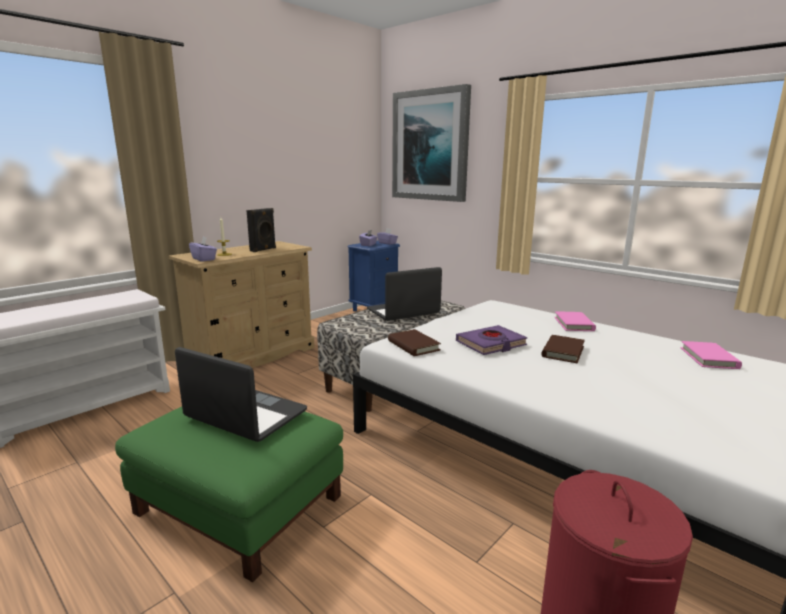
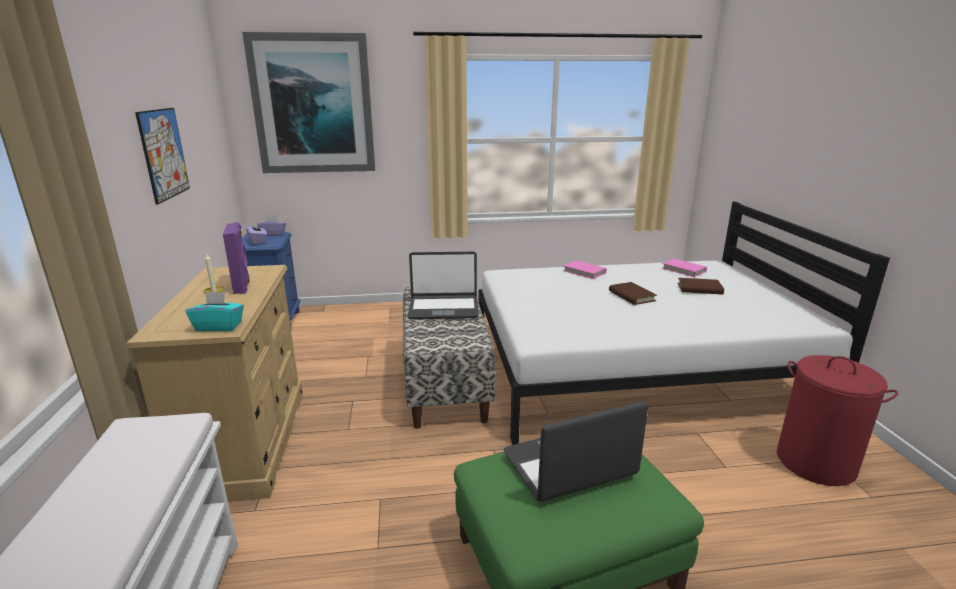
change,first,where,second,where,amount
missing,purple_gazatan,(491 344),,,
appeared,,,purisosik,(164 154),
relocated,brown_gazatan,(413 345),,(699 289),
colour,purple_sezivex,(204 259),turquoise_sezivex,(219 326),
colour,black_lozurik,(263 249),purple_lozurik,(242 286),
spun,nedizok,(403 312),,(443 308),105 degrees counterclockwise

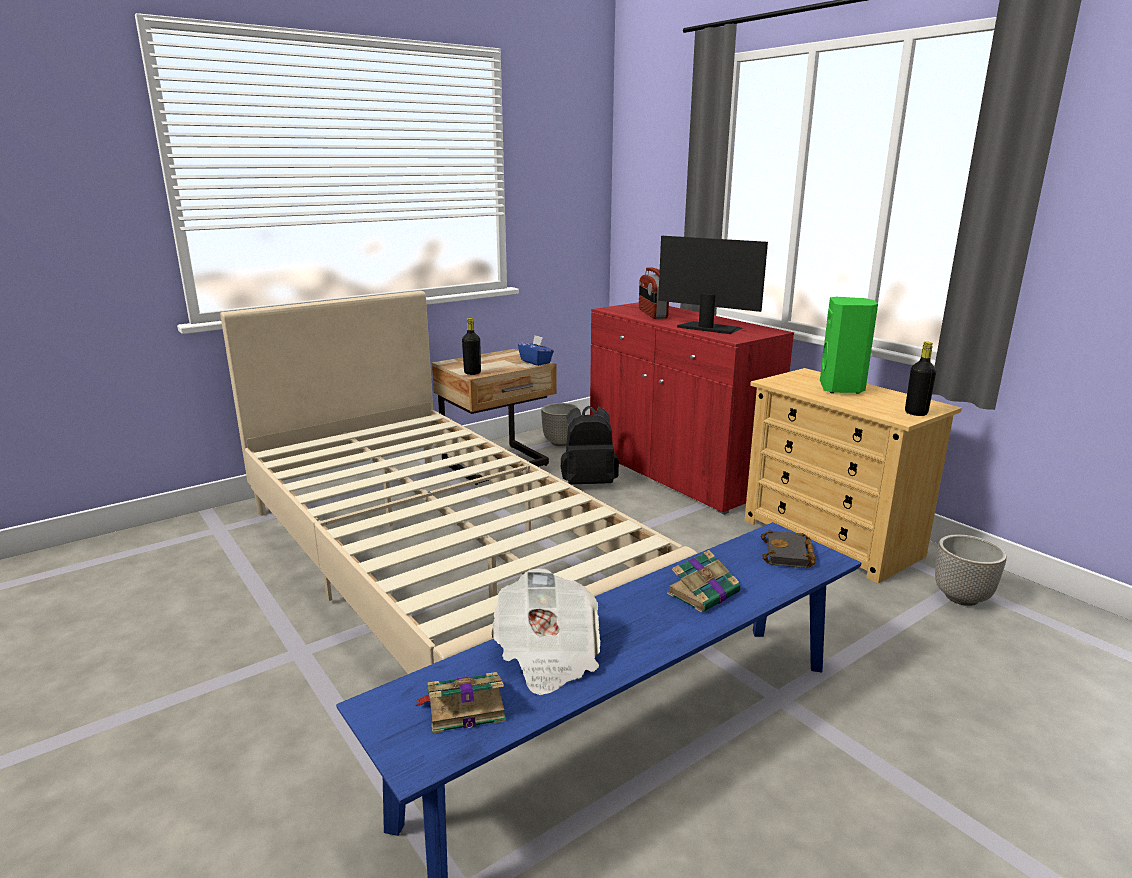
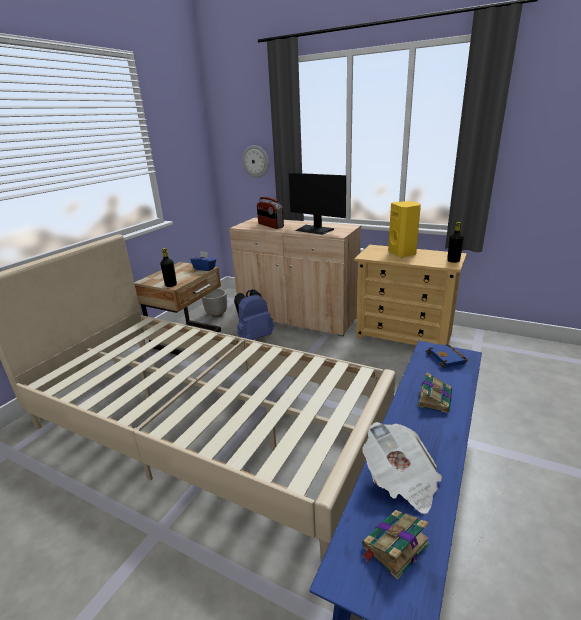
change,first,where,second,where,amount
missing,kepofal,(962 598),,,
appeared,,,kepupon,(256 161),
colour,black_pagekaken,(588 483),blue_pagekaken,(254 337),
colour,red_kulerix,(676 472),beige_kulerix,(297 317),
colour,black_gazatan,(789 555),blue_gazatan,(447 359),
colour,green_lozurik,(842 388),yellow_lozurik,(403 253),
spun,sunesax,(709 328),,(314 230),150 degrees counterclockwise

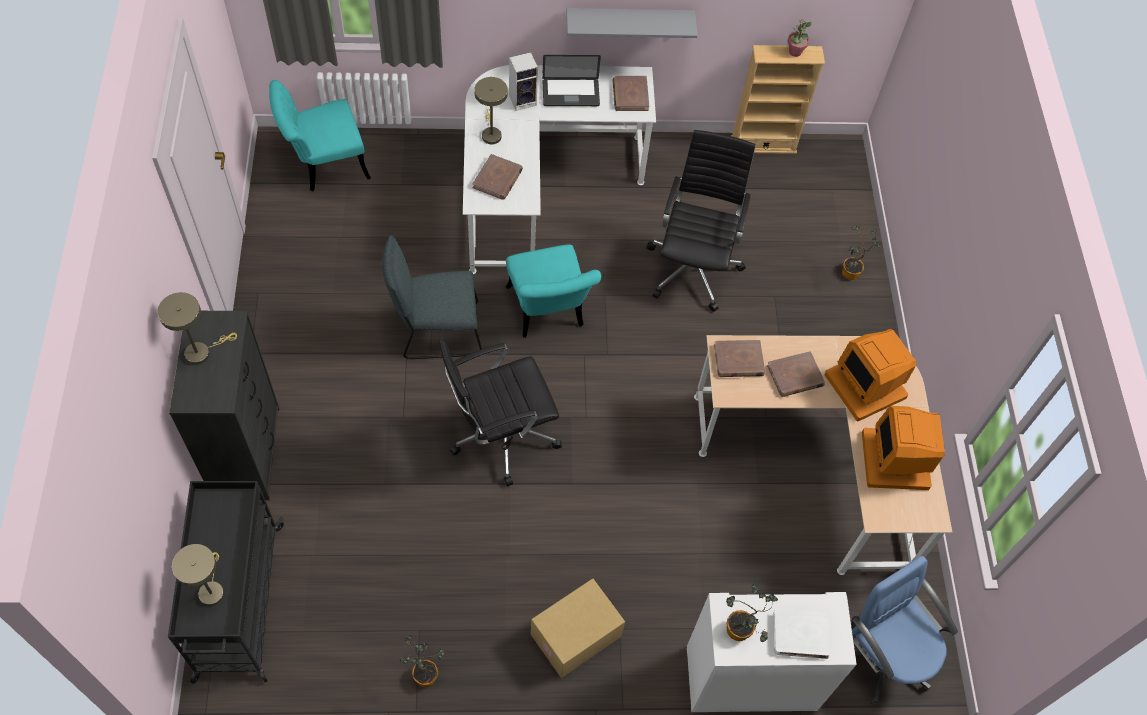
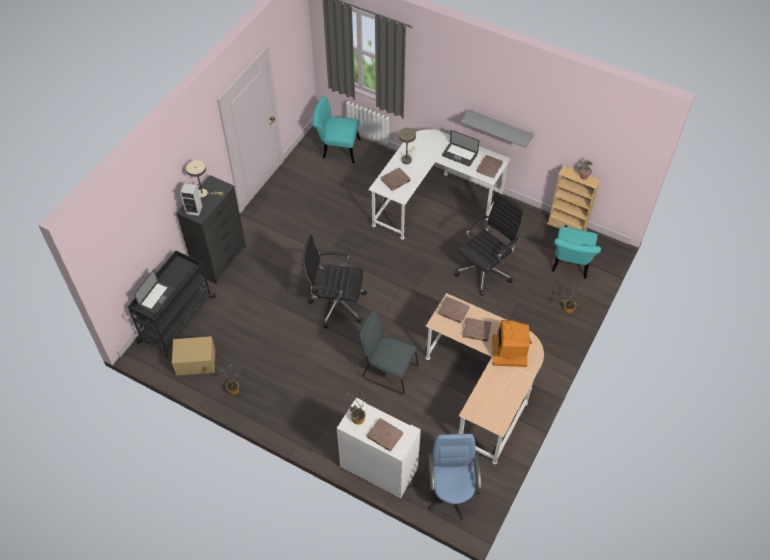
change,first,where,second,where,amount
missing,sunesax,(897 460),,,
relocated,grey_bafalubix,(436 332),,(387 371),
relocated,turquoise_bafalubix,(548 314),,(570 265),
relocated,lozurik,(523 100),,(195 210),
relocated,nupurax,(576 636),,(195 362),
exchanged,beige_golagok,(211 589),nedizok,(157 298),
colour,white_gazatan,(800 635),brown_gazatan,(384 435),

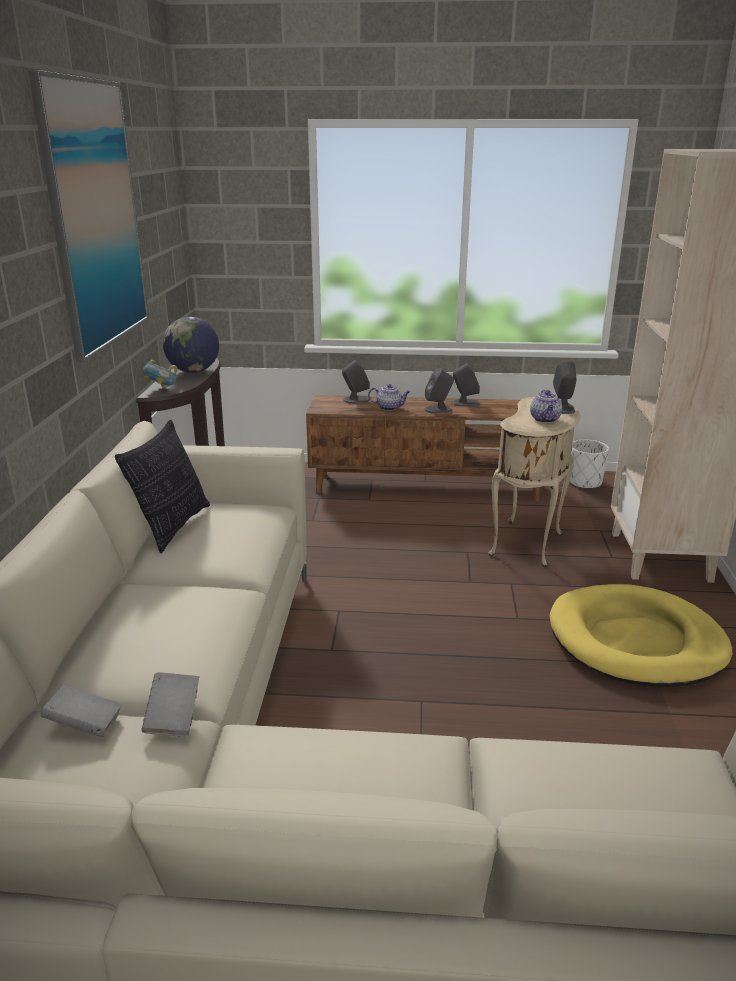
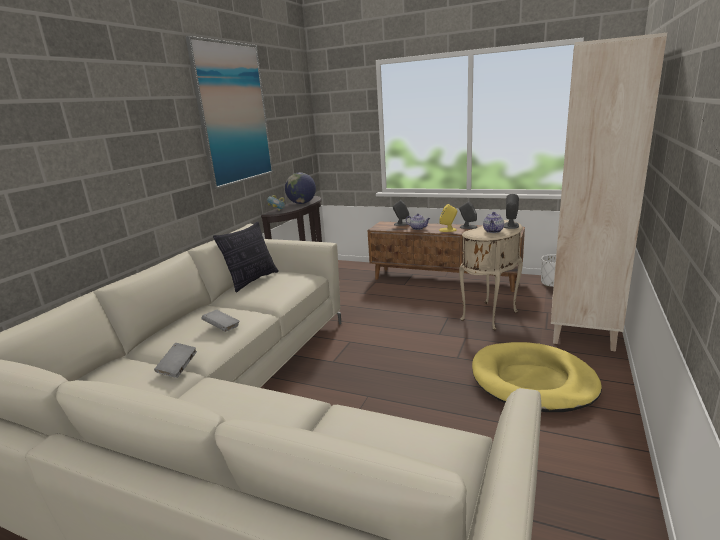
change,first,where,second,where,amount
relocated,grey_gazatan,(85 725),,(222 328),
colour,grey_lozurik,(438 409),yellow_lozurik,(448 230),

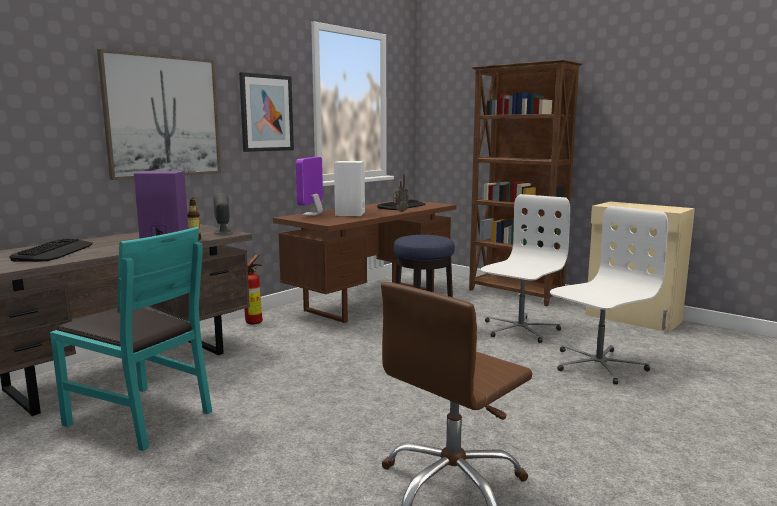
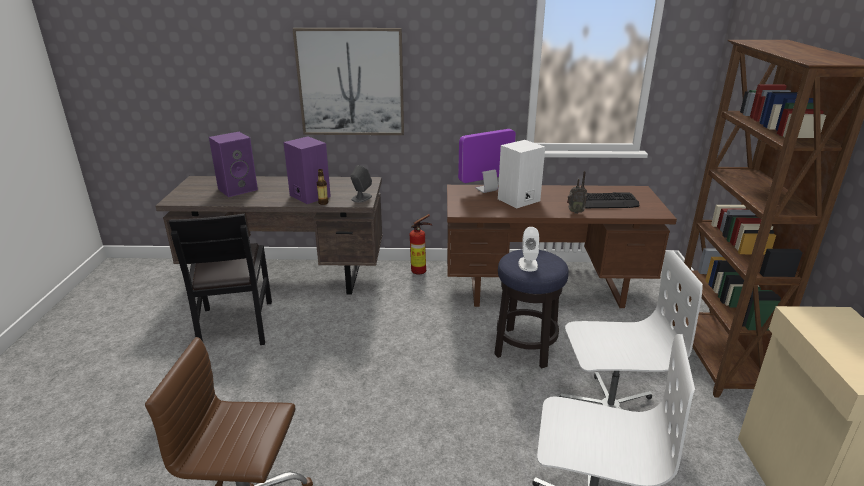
change,first,where,second,where,amount
missing,purisosik,(266 113),,,
appeared,,,white_lozurik,(528 264),
exchanged,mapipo,(54 252),purple_lozurik,(238 189),
colour,turquoise_bafalubix,(140 417),black_bafalubix,(235 325),

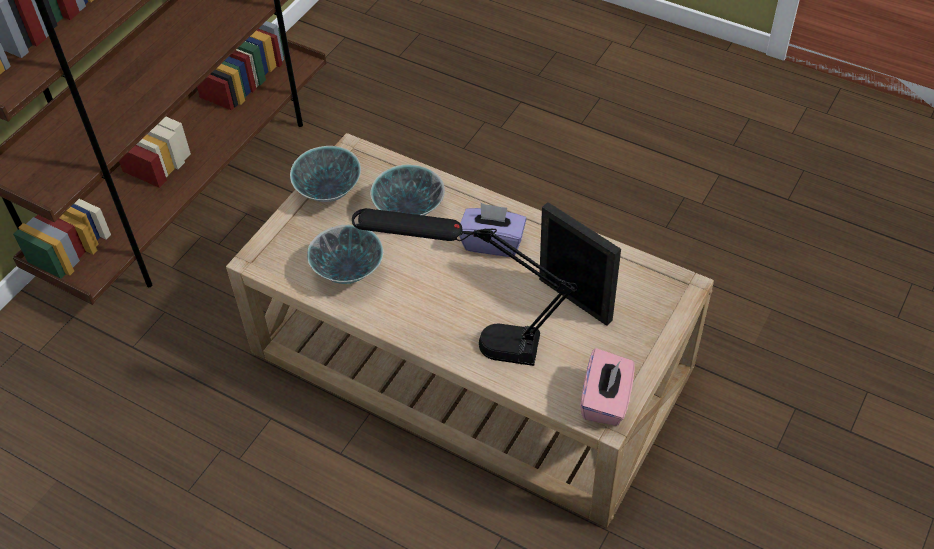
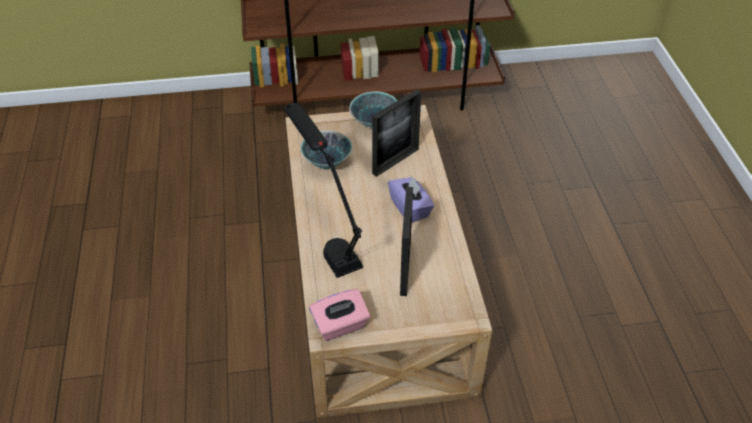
change,first,where,second,where,amount
exchanged,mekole,(408 211),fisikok,(395 161),

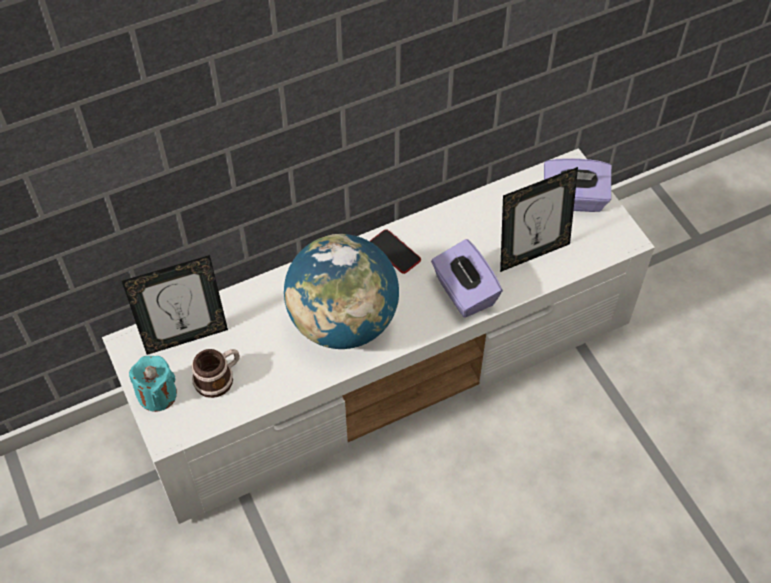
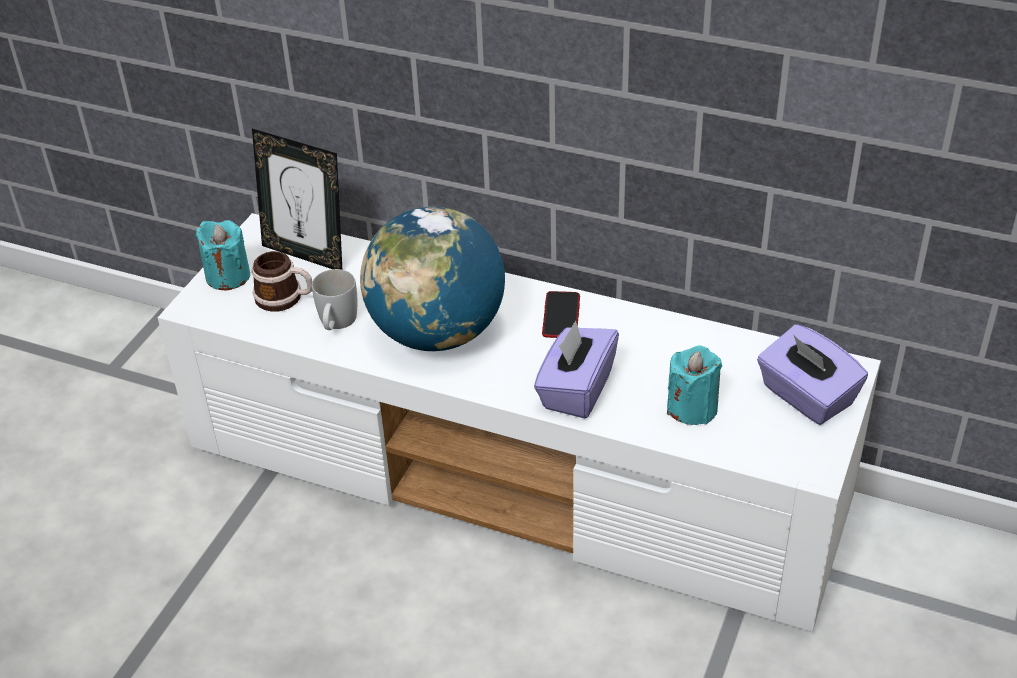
change,first,where,second,where,amount
appeared,,,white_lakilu,(336 323),
exchanged,fisikok,(532 253),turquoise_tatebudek,(692 408),

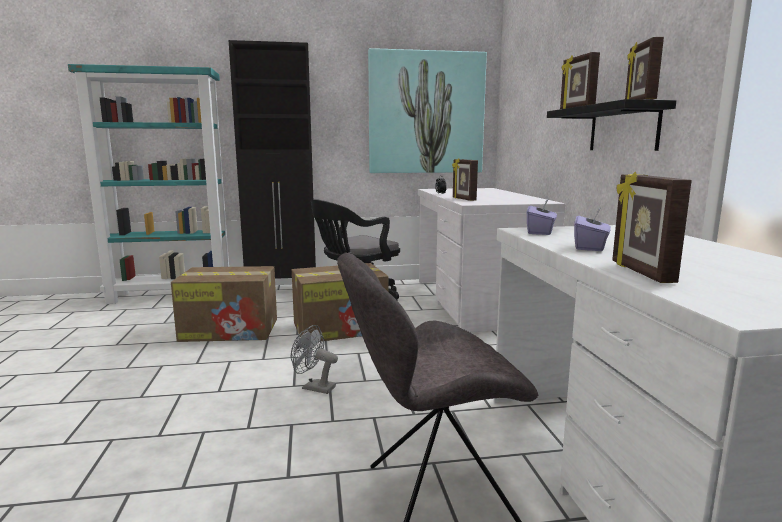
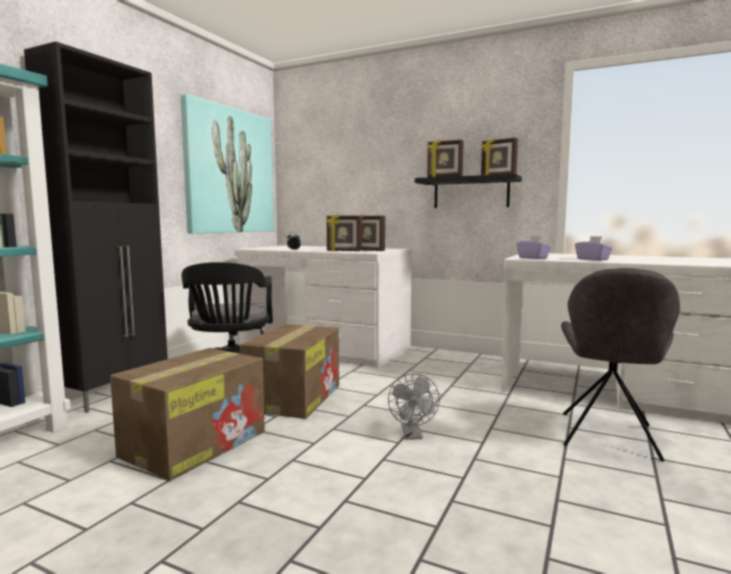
change,first,where,second,where,amount
relocated,fisikok,(640 272),,(368 251),
spun,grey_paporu,(314 387),,(413 435),60 degrees counterclockwise

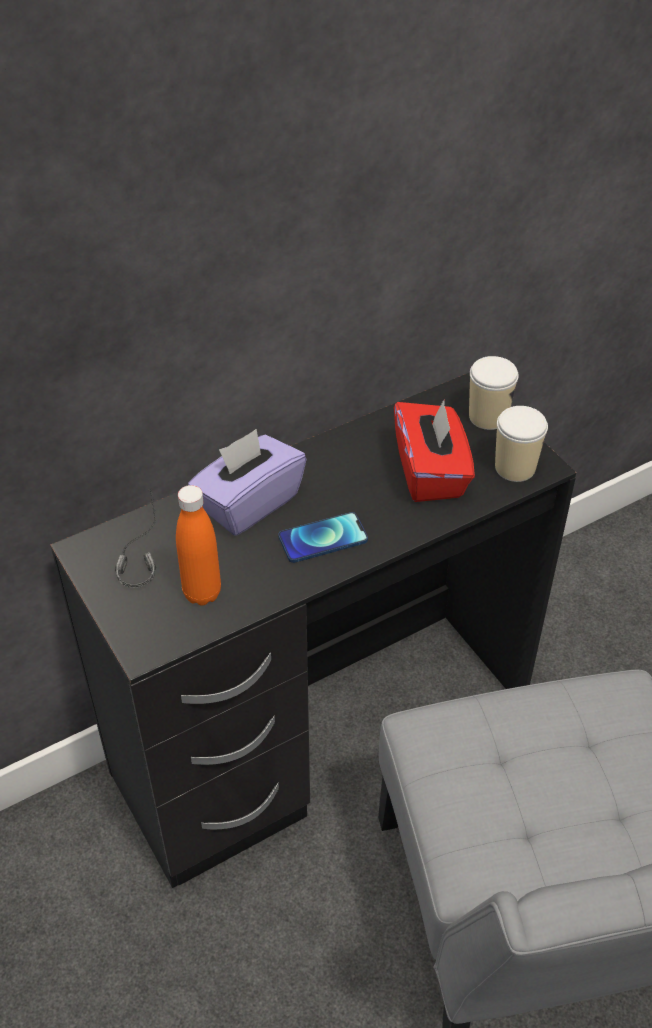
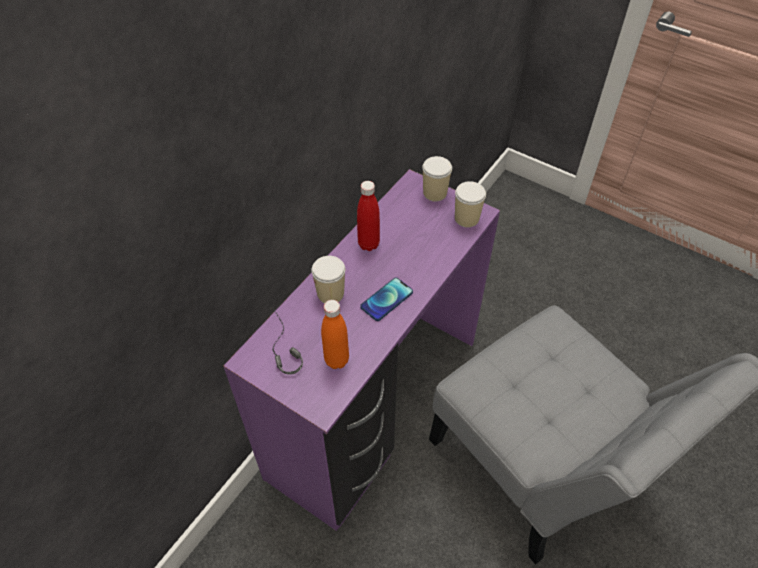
change,first,where,second,where,amount
missing,red_sezivex,(431 472),,,
appeared,,,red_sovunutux,(368 244),
exchanged,purple_sezivex,(248 503),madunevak,(330 293),
colour,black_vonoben,(325 740),purple_vonoben,(377 408),

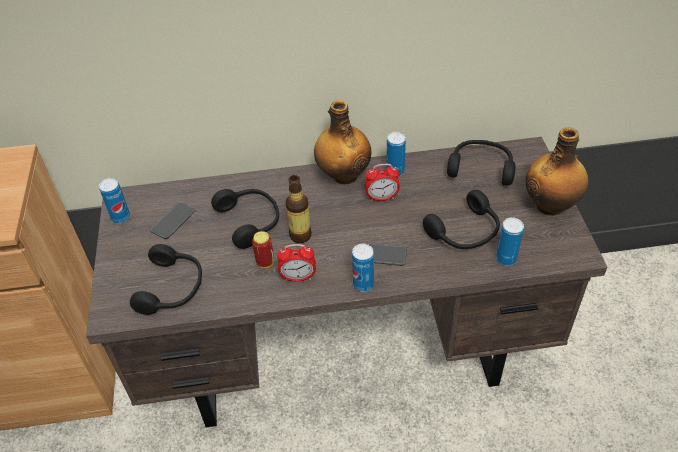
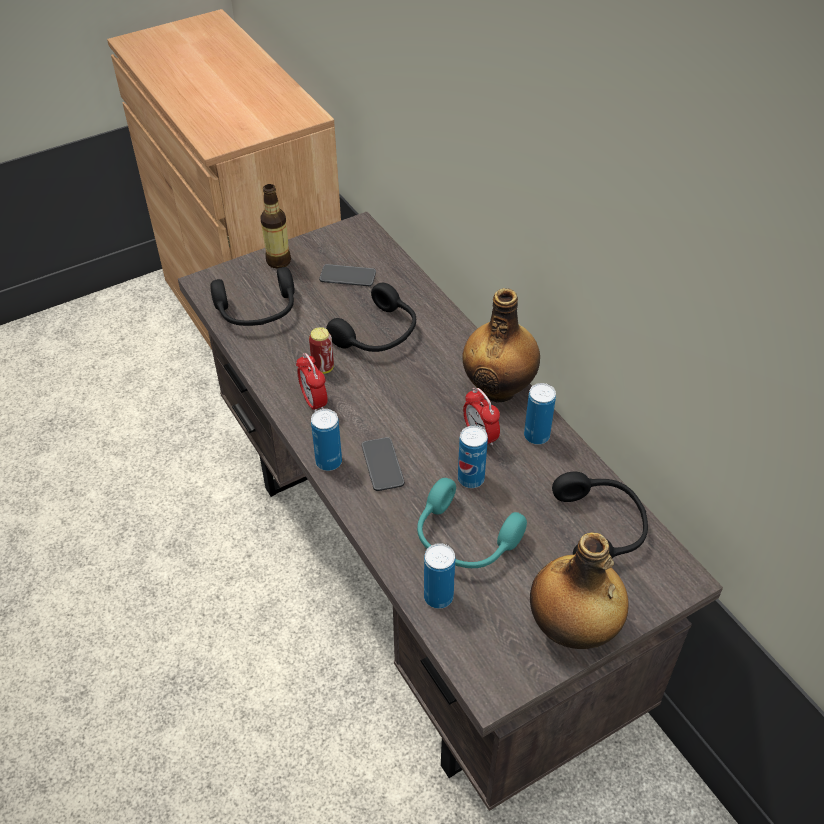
change,first,where,second,where,amount
relocated,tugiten,(121 217),,(471 479),
relocated,sovunutux,(300 235),,(278 261),
colour,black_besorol,(465 232),turquoise_besorol,(463 540),

